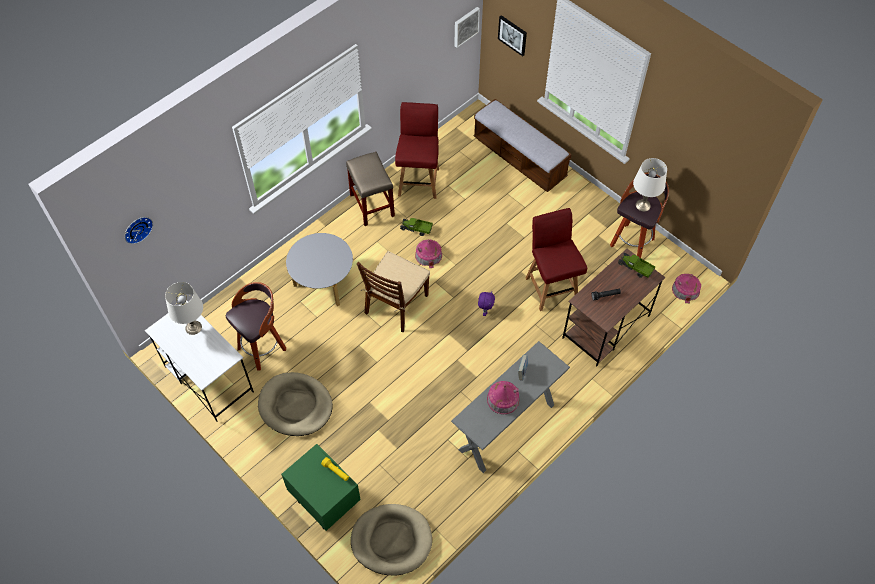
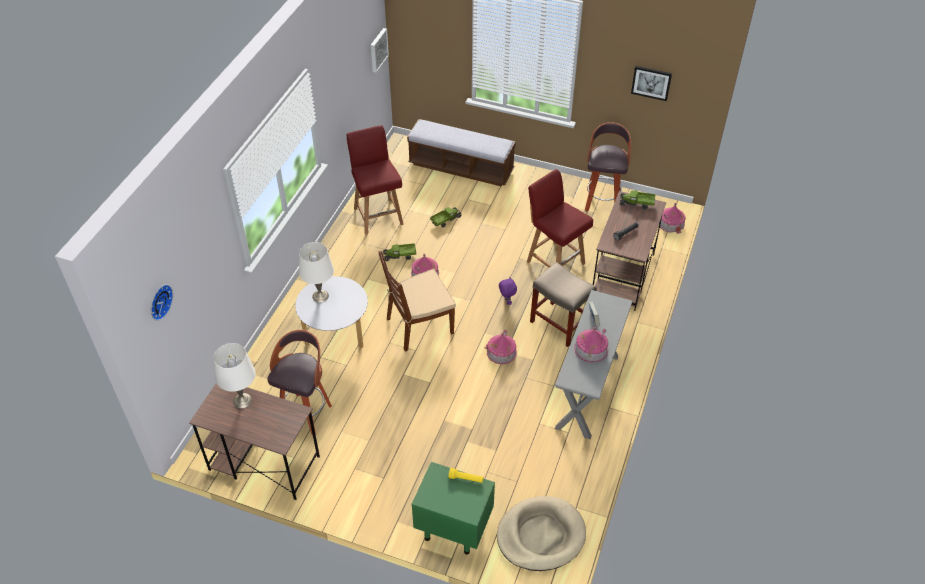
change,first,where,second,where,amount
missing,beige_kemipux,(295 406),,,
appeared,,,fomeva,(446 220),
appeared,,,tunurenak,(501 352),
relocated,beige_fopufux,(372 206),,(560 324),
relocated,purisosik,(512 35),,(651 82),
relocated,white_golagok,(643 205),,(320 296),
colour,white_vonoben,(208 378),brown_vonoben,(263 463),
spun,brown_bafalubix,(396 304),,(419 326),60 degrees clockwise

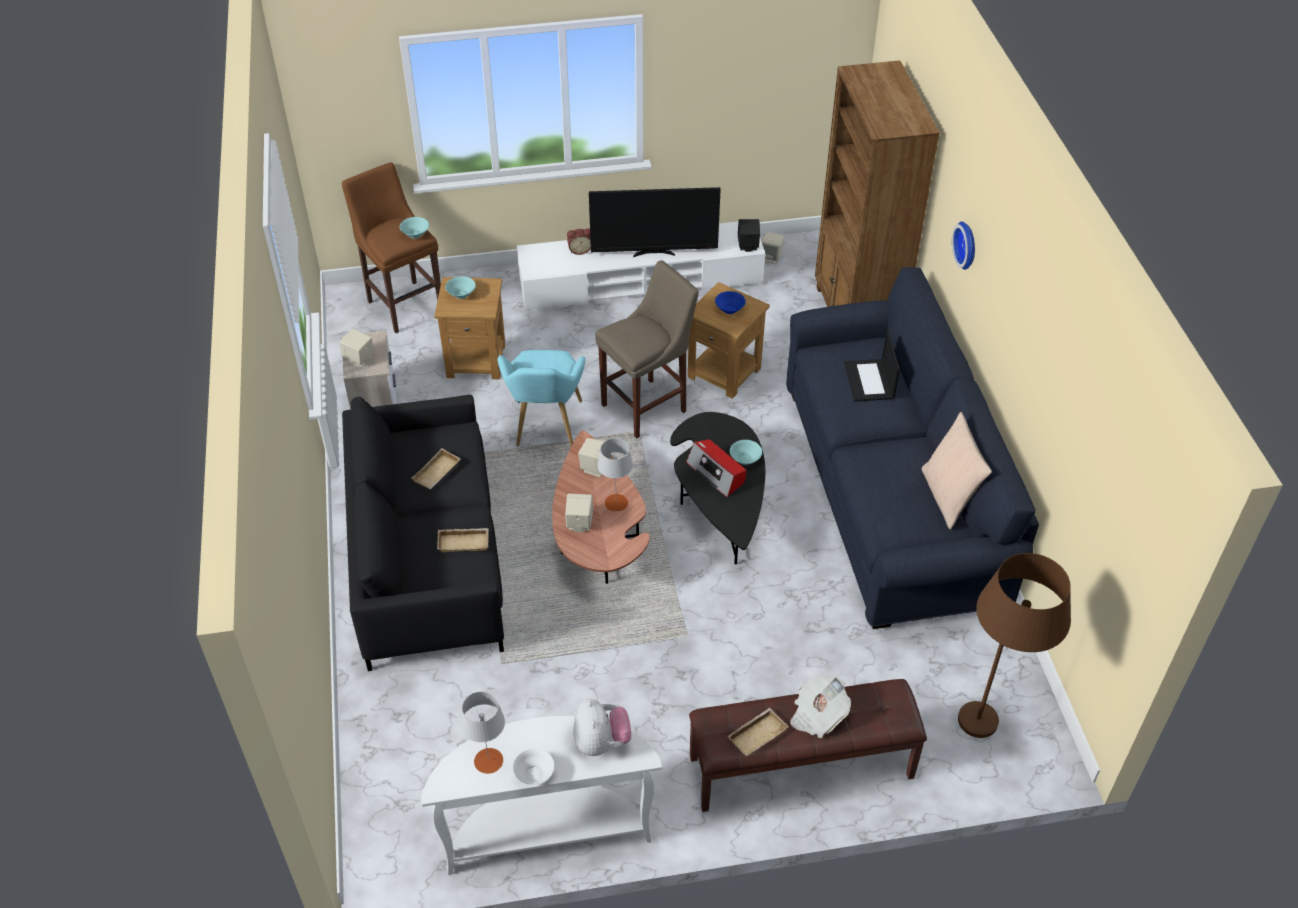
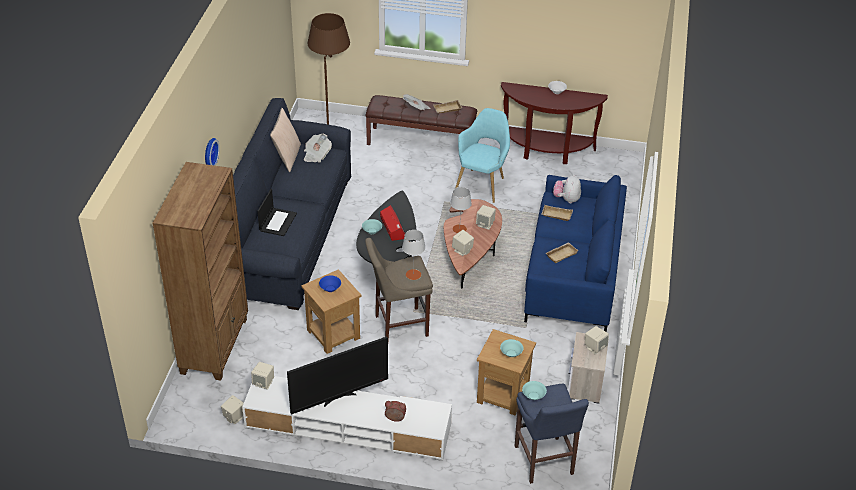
change,first,where,second,where,amount
appeared,,,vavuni,(316 155),
relocated,grey_golagok,(488 760),,(413 274),
relocated,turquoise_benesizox,(546 428),,(482 183),
relocated,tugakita,(601 742),,(566 199),
colour,brown_fopufux,(404 304),blue_fopufux,(544 462),
colour,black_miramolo,(428 559),blue_miramolo,(572 274),
colour,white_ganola,(547 831),brown_ganola,(547 151),
colour,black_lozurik,(748 245),beige_lozurik,(264 383),
spun,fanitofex,(654 253),,(339 398),135 degrees clockwise

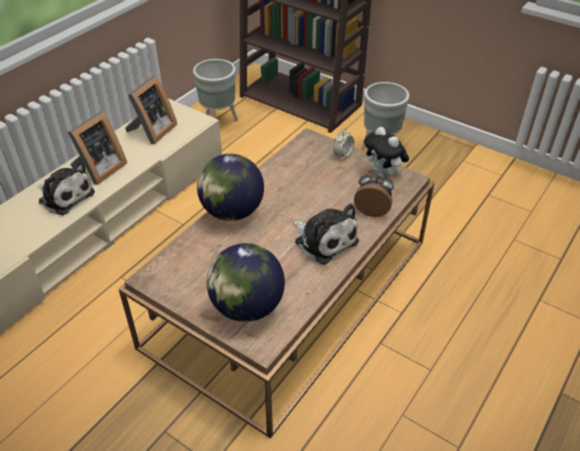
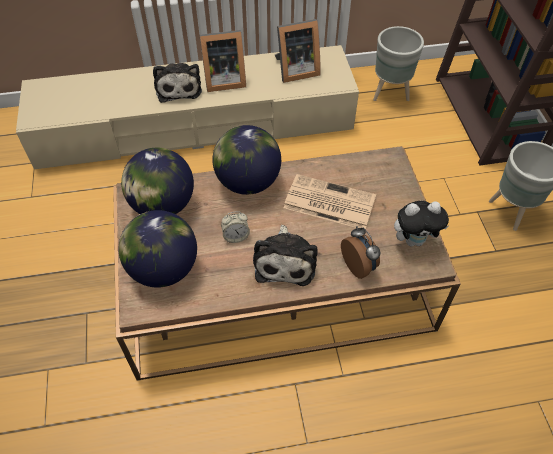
change,first,where,second,where,amount
appeared,,,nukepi,(163 205),
appeared,,,vavuni,(328 202),
relocated,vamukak,(343 154),,(236 236),
spun,tugakita,(384 174),,(414 240),105 degrees counterclockwise

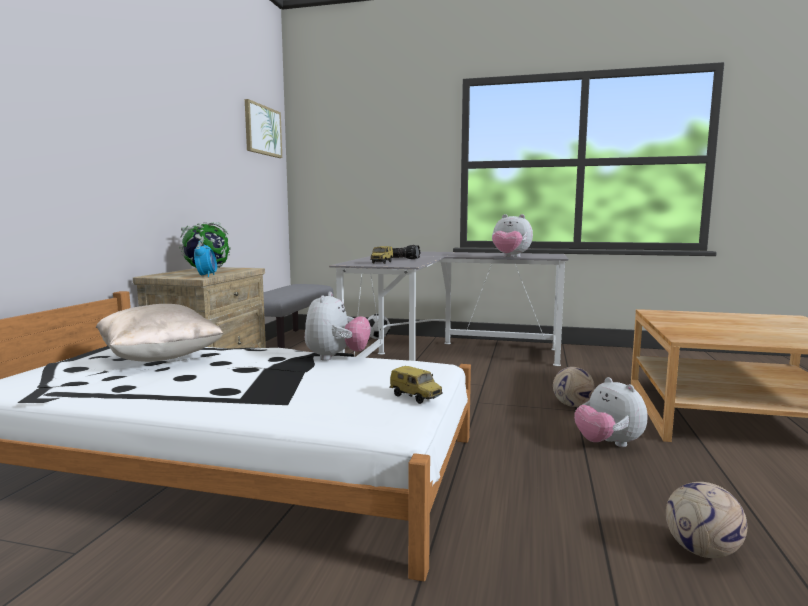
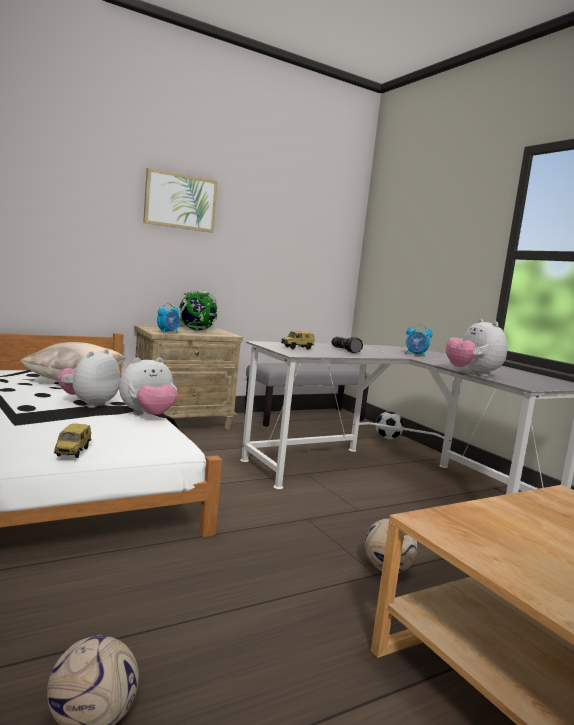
change,first,where,second,where,amount
appeared,,,vamukak,(415 355),
relocated,purisosik,(262 130),,(180 201),
relocated,tugakita,(608 444),,(89 404),

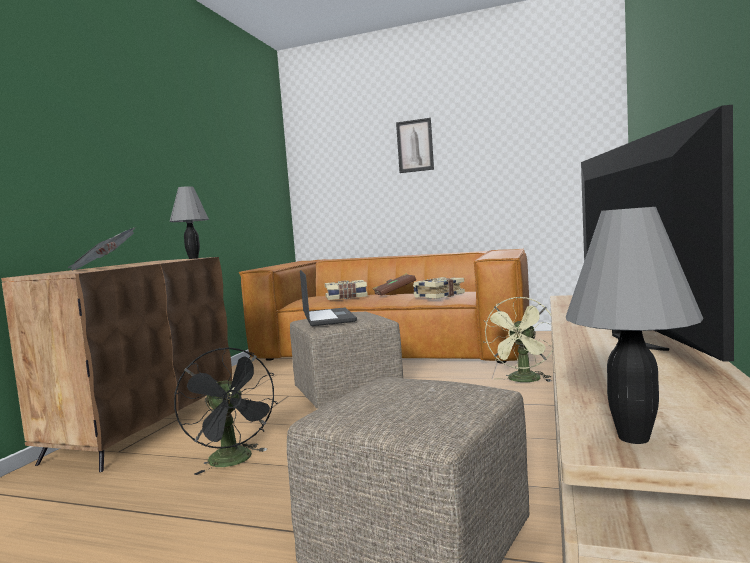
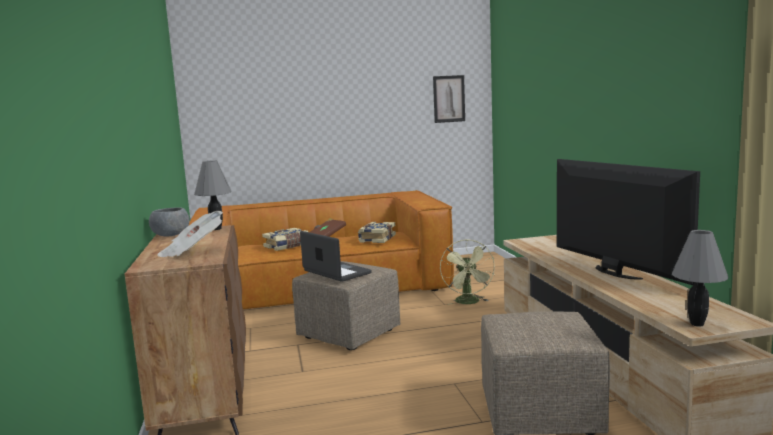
change,first,where,second,where,amount
missing,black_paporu,(234 461),,,
appeared,,,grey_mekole,(171 235),
relocated,purisosik,(415 146),,(449 99),

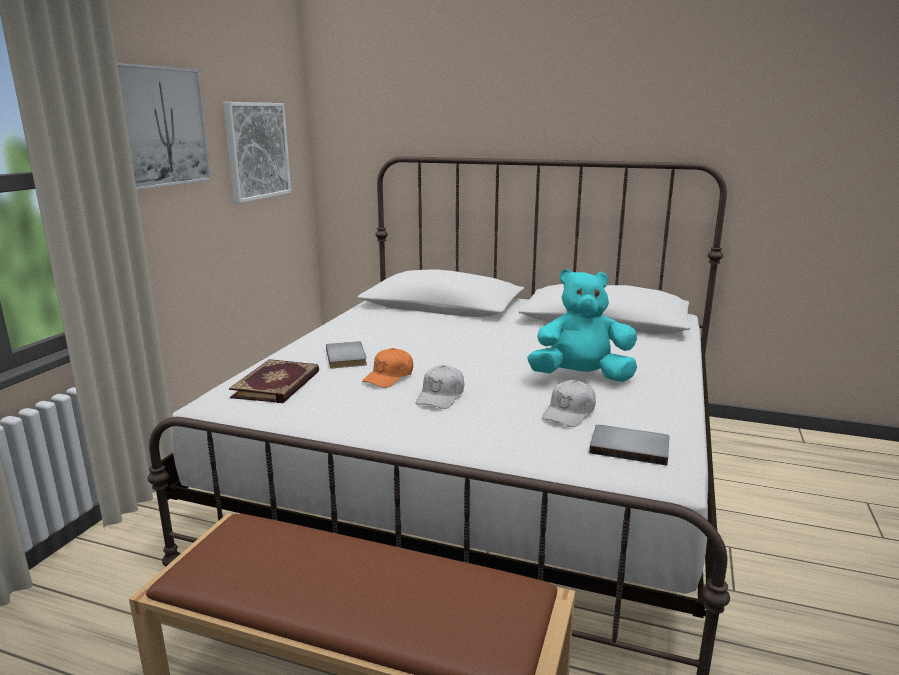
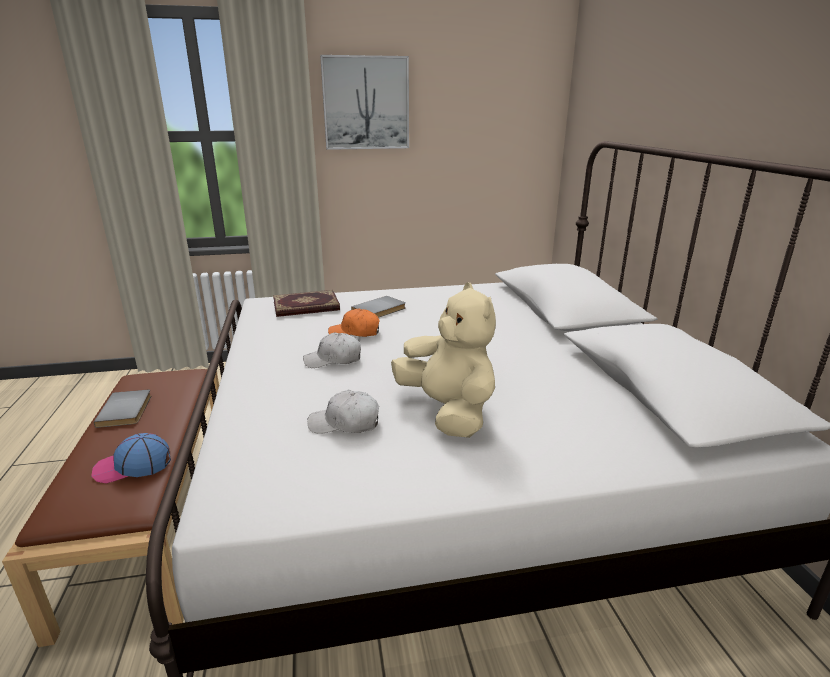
change,first,where,second,where,amount
missing,purisosik,(257 151),,,
appeared,,,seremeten,(132 466),
relocated,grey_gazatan,(629 446),,(127 410),
colour,turquoise_tugakita,(581 377),beige_tugakita,(448 411),

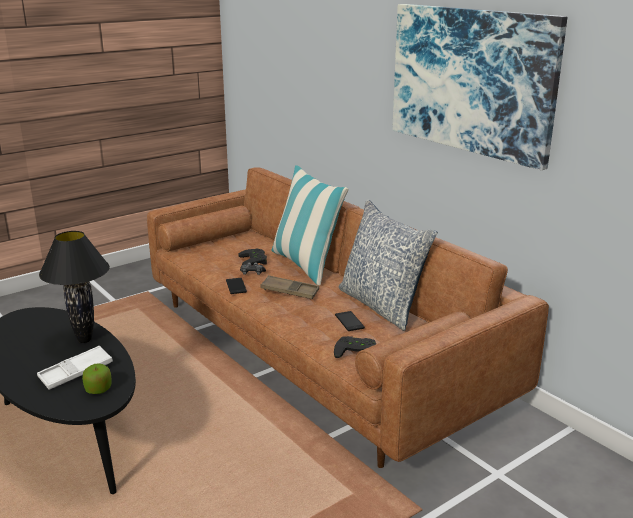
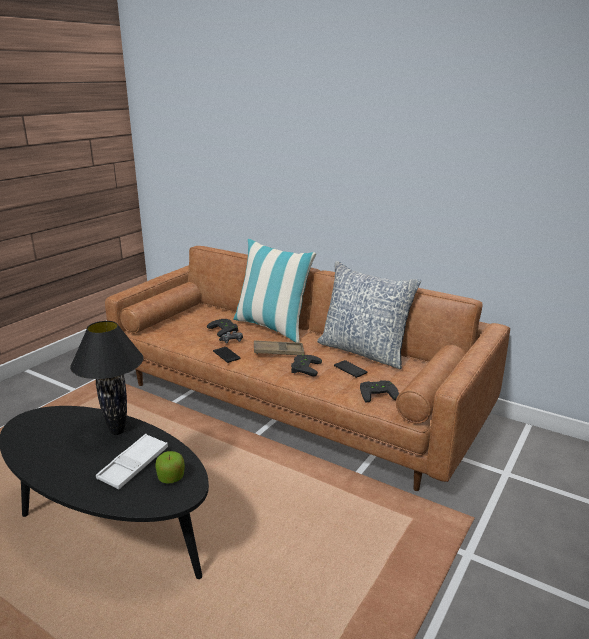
change,first,where,second,where,amount
missing,purisosik,(471 80),,,
appeared,,,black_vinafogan,(303 367),

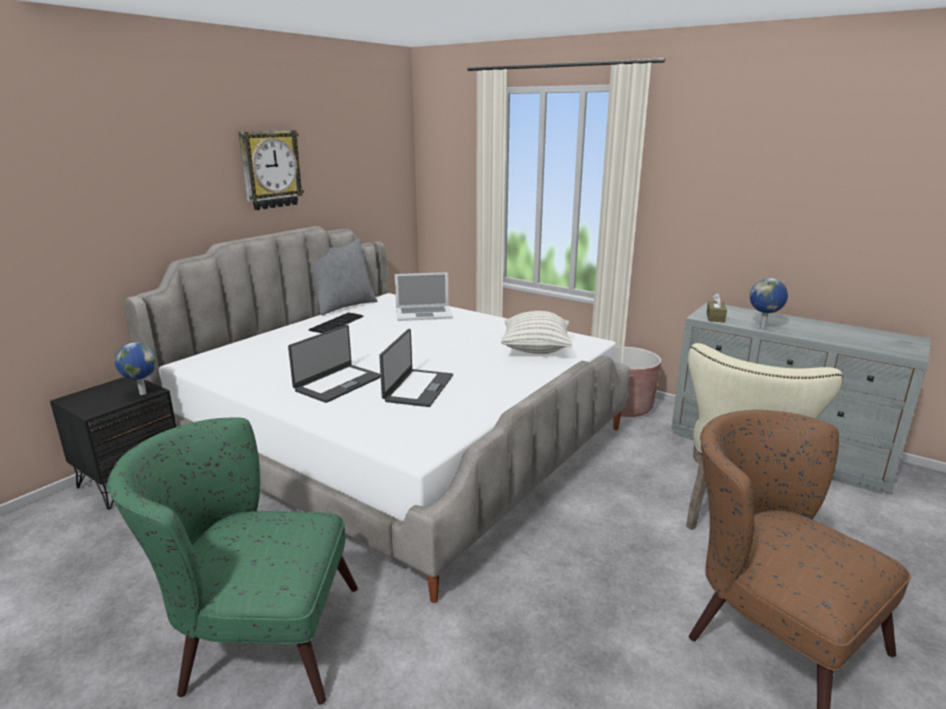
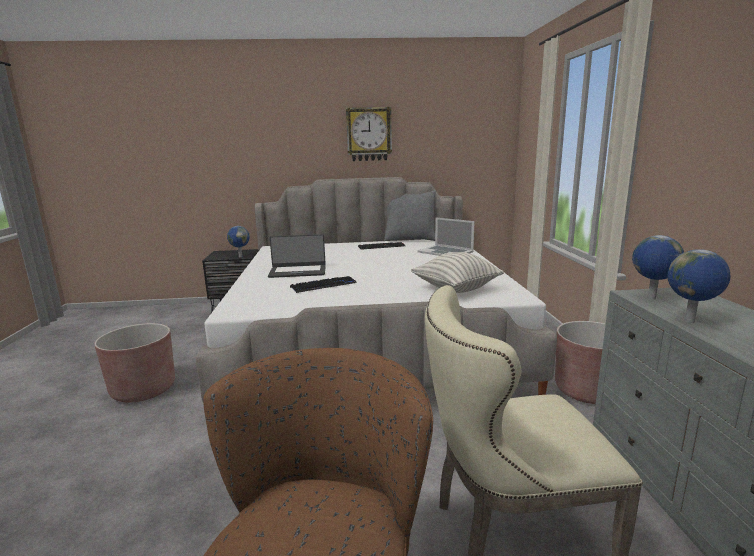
change,first,where,second,where,amount
exchanged,green_benesizox,(255 637),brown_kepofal,(143 390),
exchanged,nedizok,(417 388),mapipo,(323 285),
exchanged,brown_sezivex,(715 317),nukepi,(651 298),

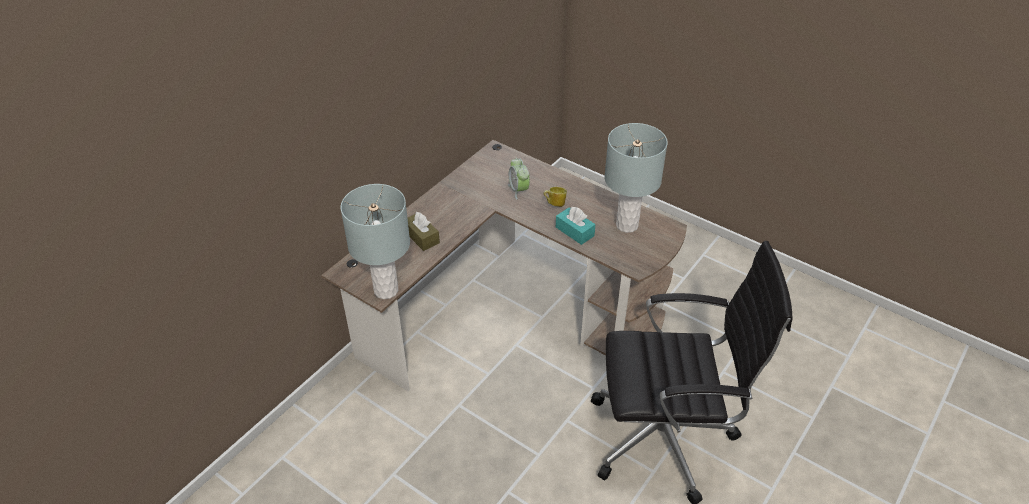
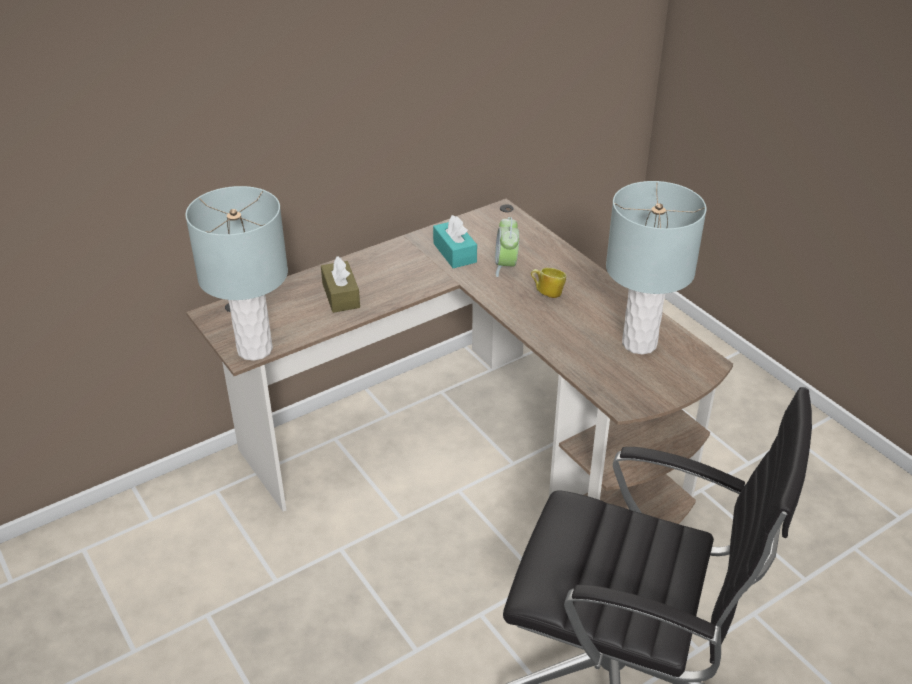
change,first,where,second,where,amount
relocated,turquoise_sezivex,(574 231),,(454 253),

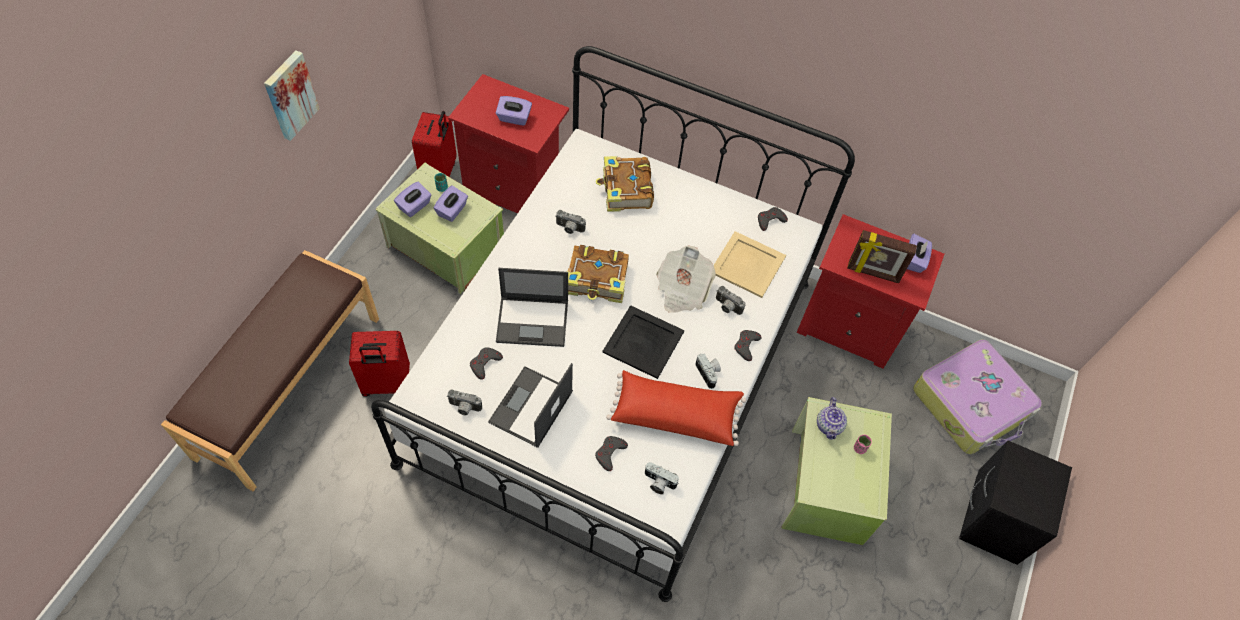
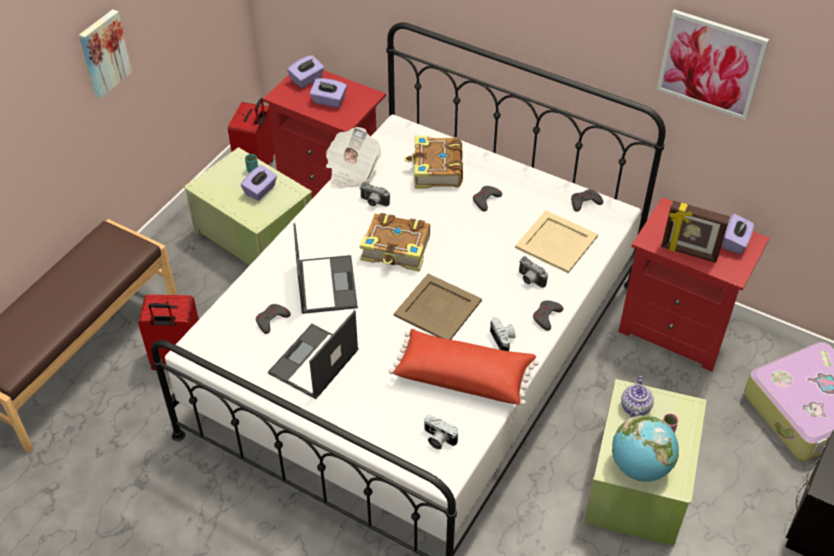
change,first,where,second,where,amount
missing,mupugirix,(464 408),,,
appeared,,,nukepi,(640 467),
appeared,,,purisosik,(711 64),
relocated,purple_sezivex,(414 206),,(307 80),
relocated,grey_vinafogan,(610 453),,(485 200),
relocated,vavuni,(682 290),,(351 171),
colour,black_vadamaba,(643 341),beige_vadamaba,(437 307),
spun,nedizok,(533 321),,(326 284),105 degrees counterclockwise

